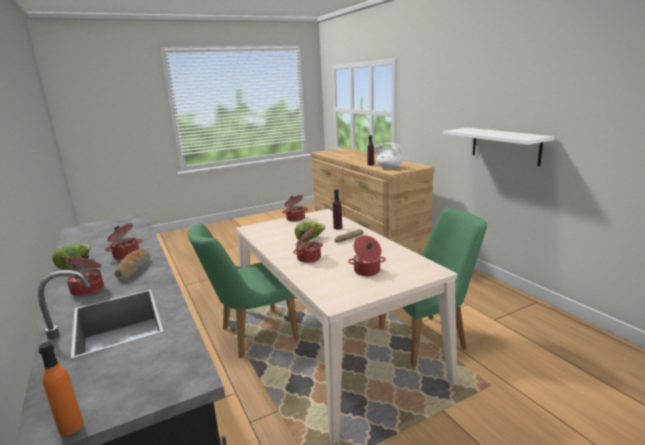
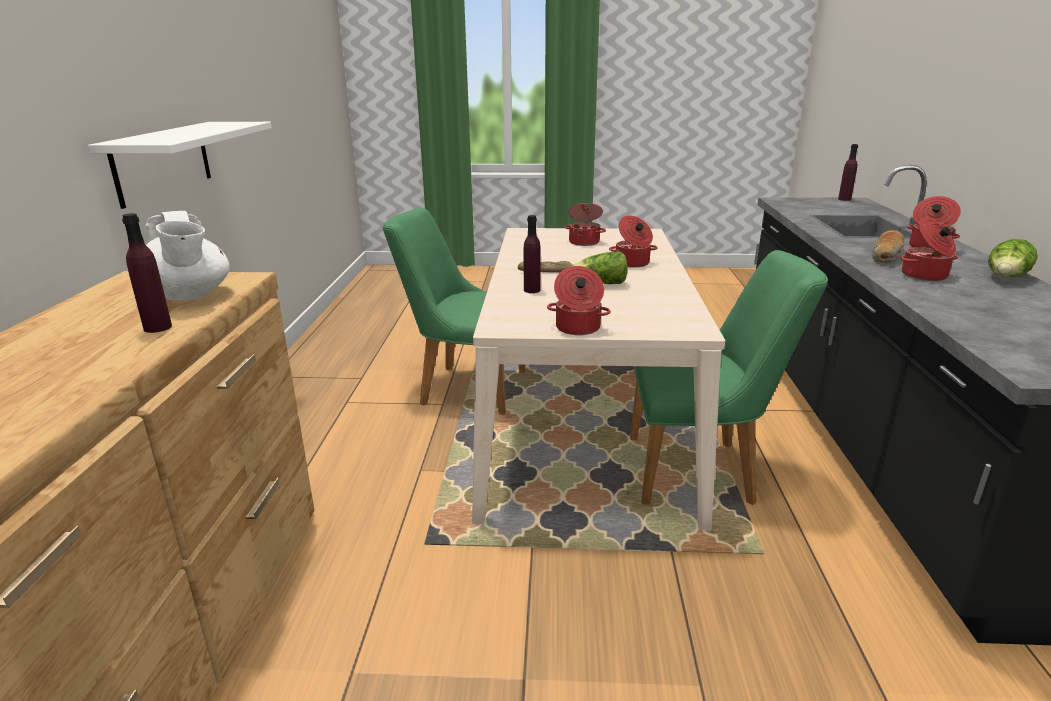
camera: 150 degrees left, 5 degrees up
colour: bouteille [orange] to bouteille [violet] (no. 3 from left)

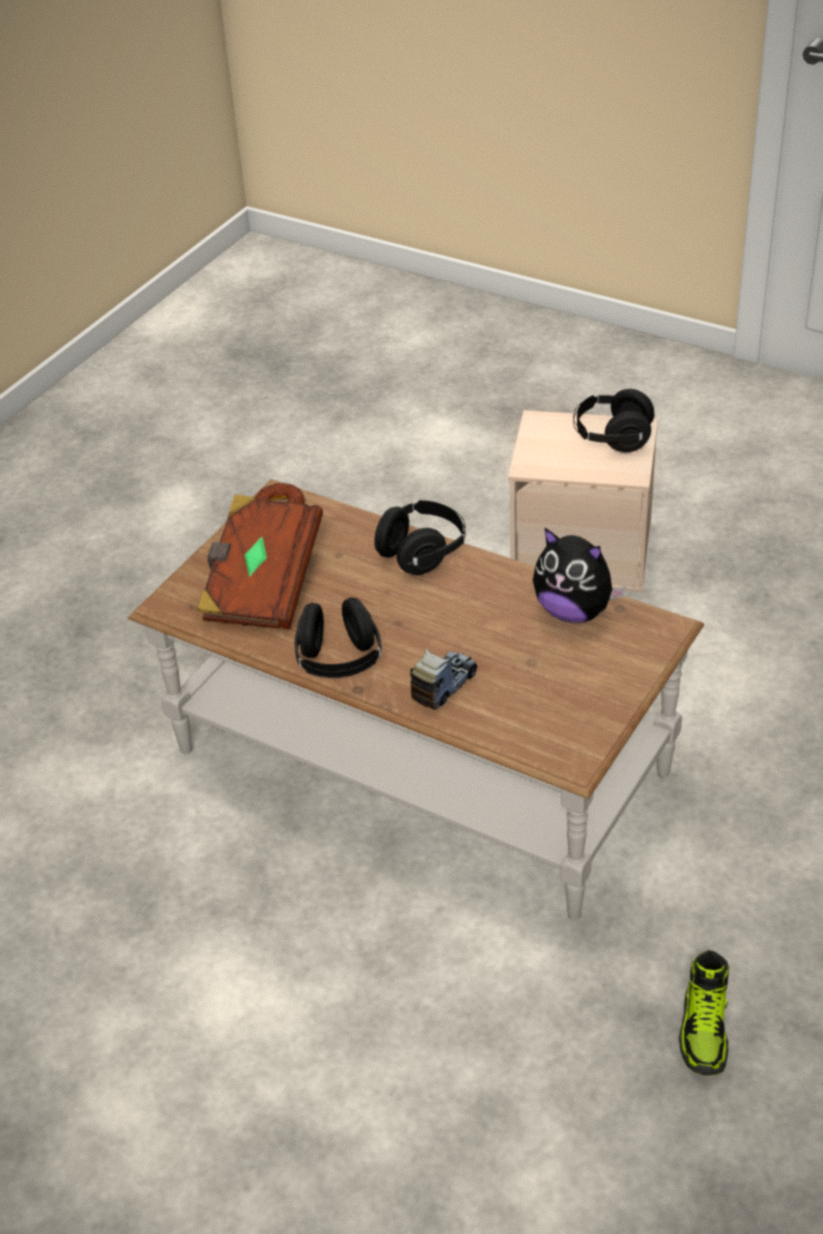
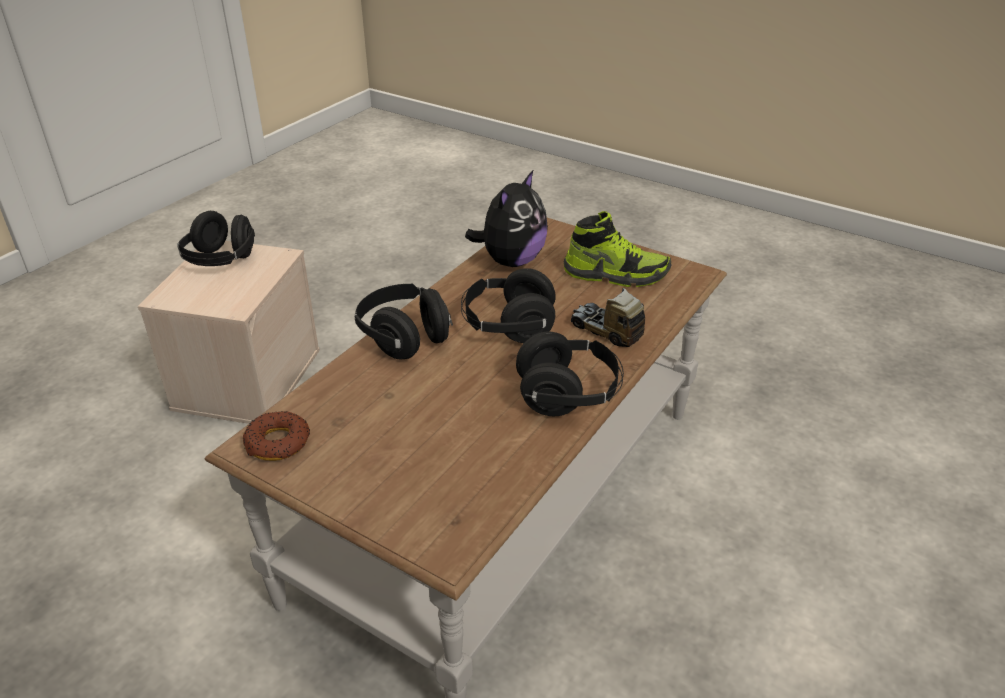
camera: 90 degrees left, 5 degrees down
missing: livre [marron]
appeared: casque audio [noir] (no. 3 from left)
relocated: chaussure

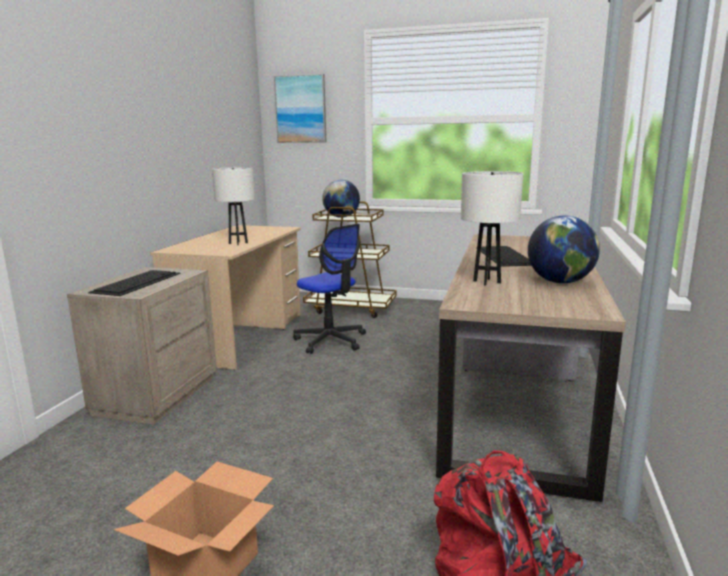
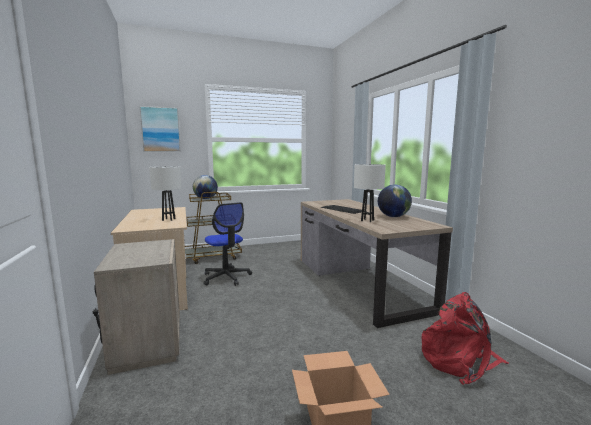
camera: 35 degrees left, 5 degrees down
missing: clavier (no. 1 from left)
spun: chaise de bureau 45 degrees clockwise

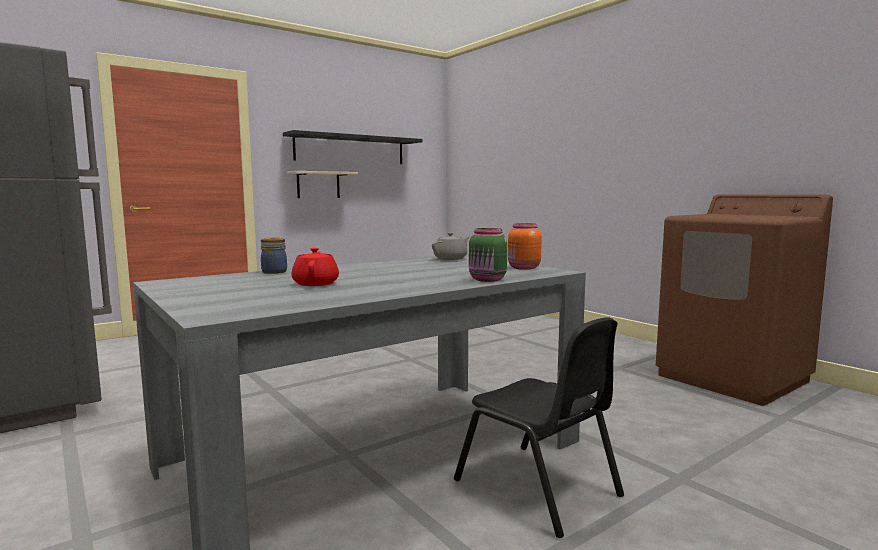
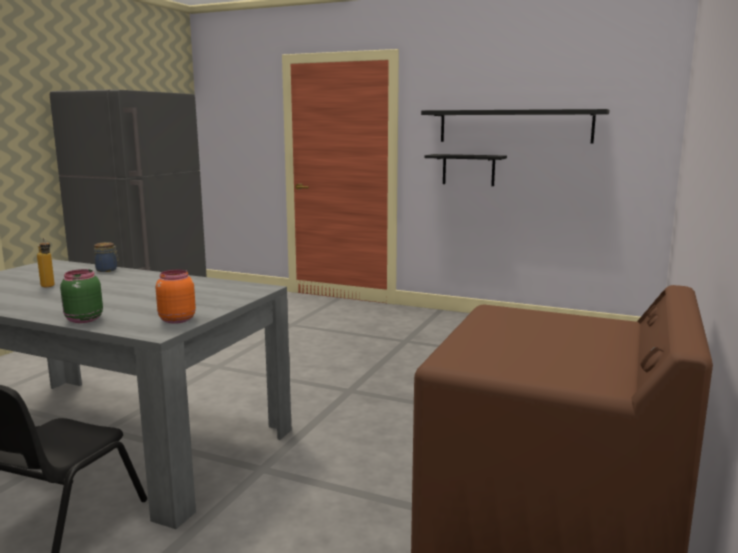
camera: 60 degrees right, 5 degrees up
missing: théière [gris]
exchanged: théière [rouge] to bouteille
colour: étagère [beige] to étagère [noir] (no. 1 from left)

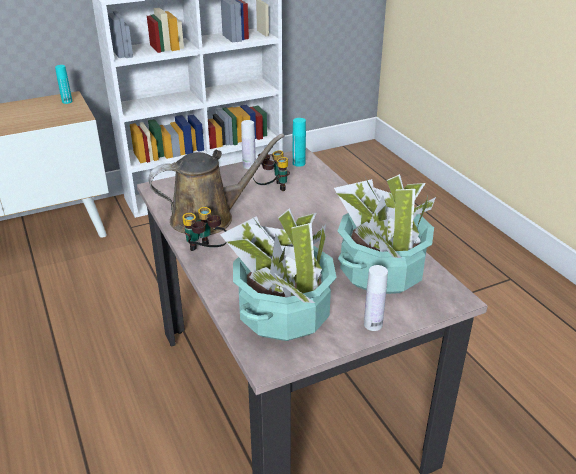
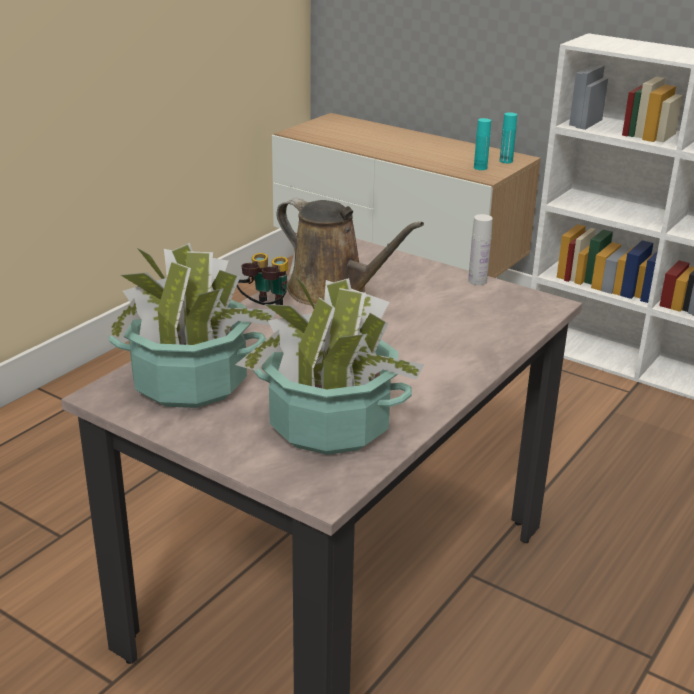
camera: 60 degrees right, 5 degrees down
missing: jumelles (no. 2 from left); bouteille [blanc] (no. 2 from left)
relocated: bouteille [turquoise] (no. 2 from left in the first image) to bouteille [turquoise] (no. 1 from left)

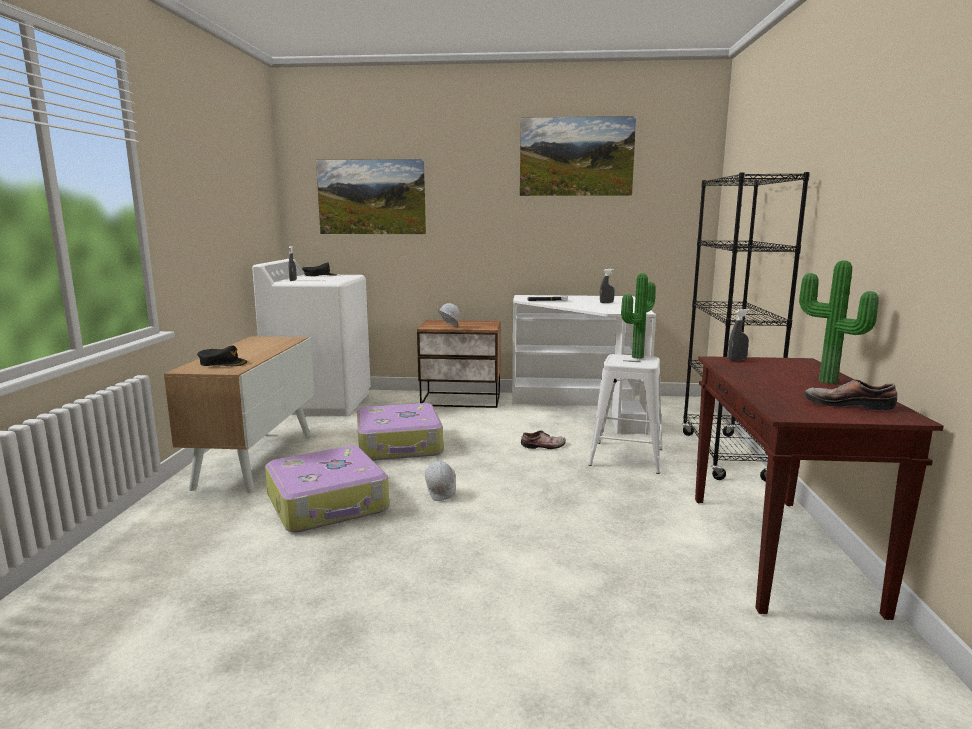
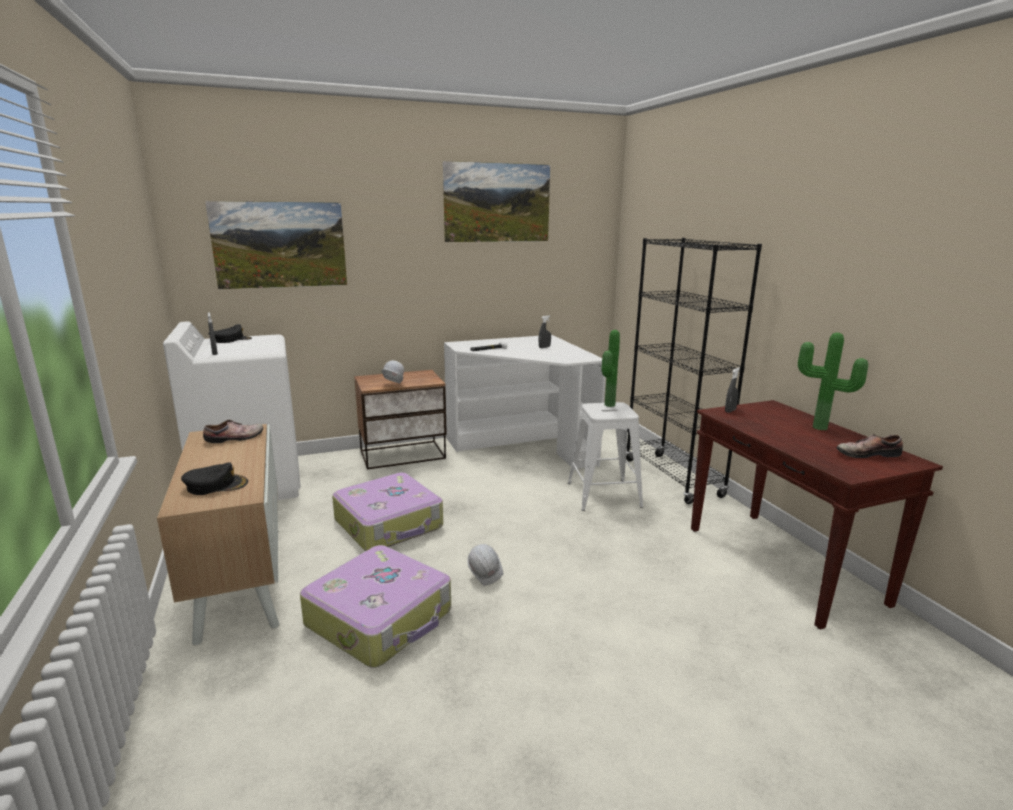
camera: 25 degrees left, 5 degrees up
relocated: chaussure (no. 1 from left)

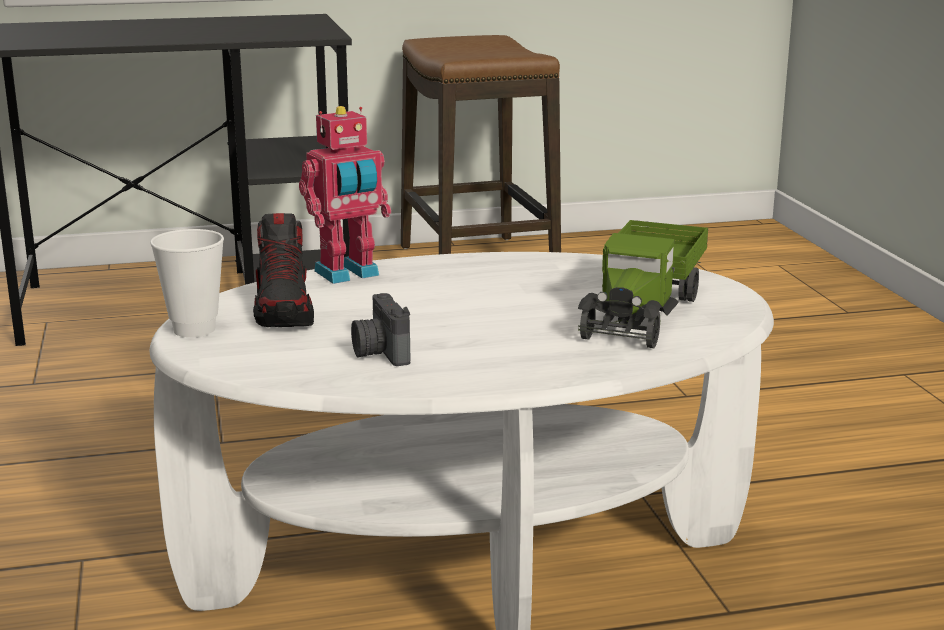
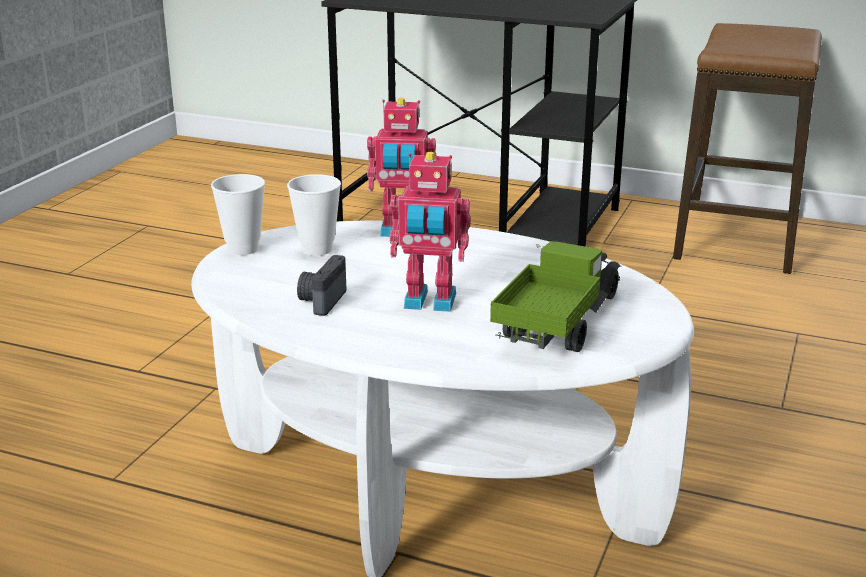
camera: 35 degrees right, 5 degrees up
appeared: robot jouet (no. 2 from left)
exchanged: chaussure to tasse (no. 2 from left)
spun: camion jouet 150 degrees clockwise

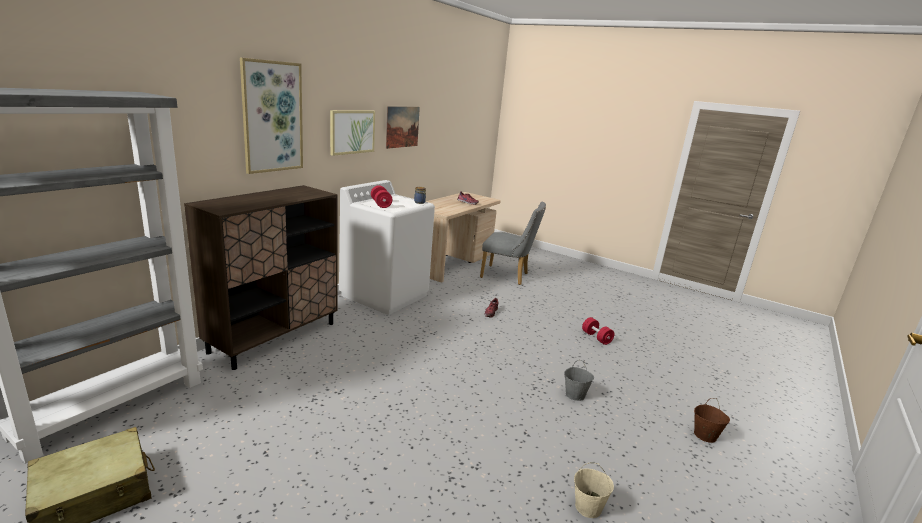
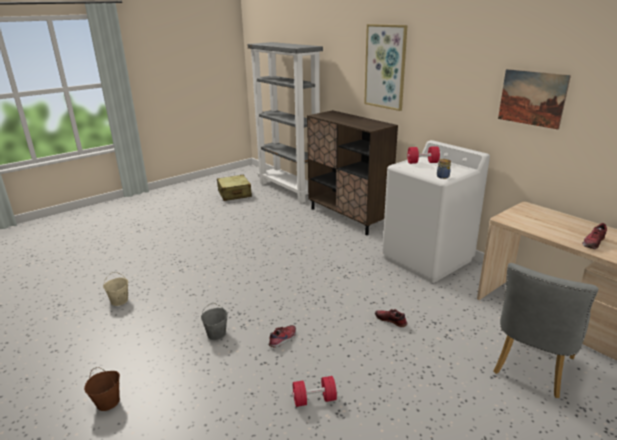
camera: 110 degrees right, 5 degrees up
missing: tableau (no. 2 from left)
appeared: chaussure (no. 1 from left)

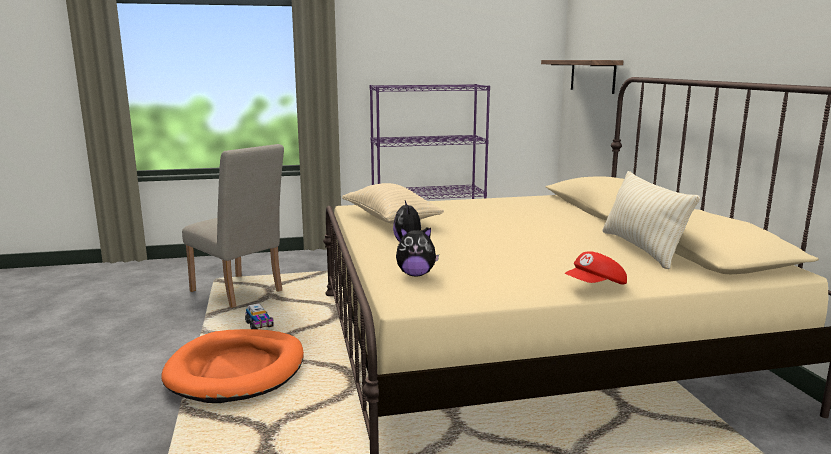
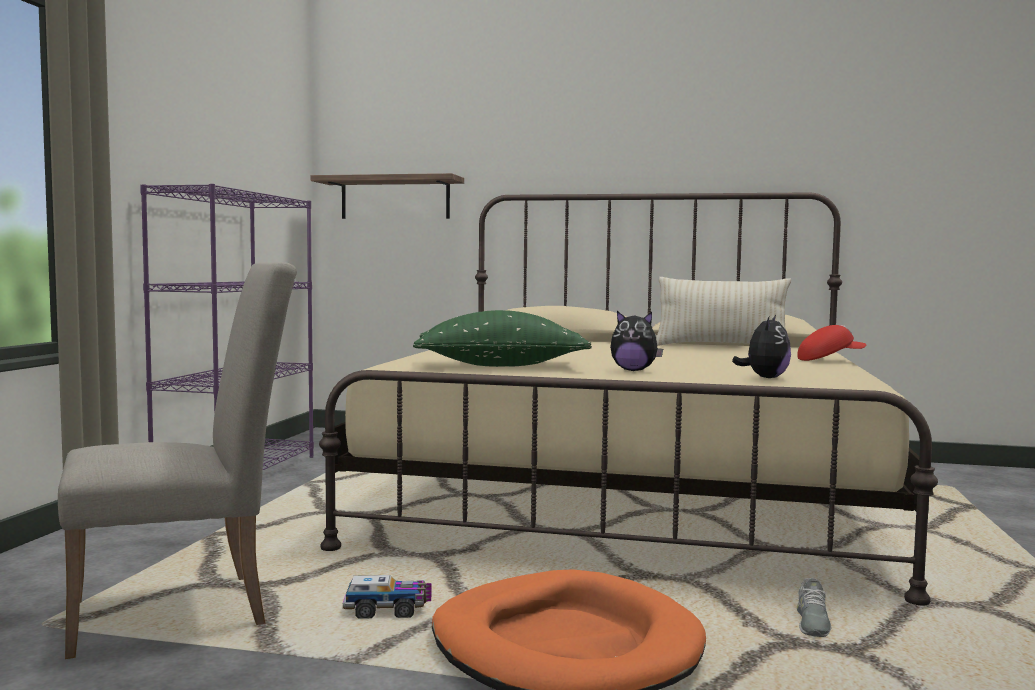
camera: 65 degrees left, 10 degrees down
appeared: chaussure [gris]
colour: coussin [beige] (no. 1 from left) to coussin [vert]
spun: casquette [rouge] 90 degrees counterclockwise

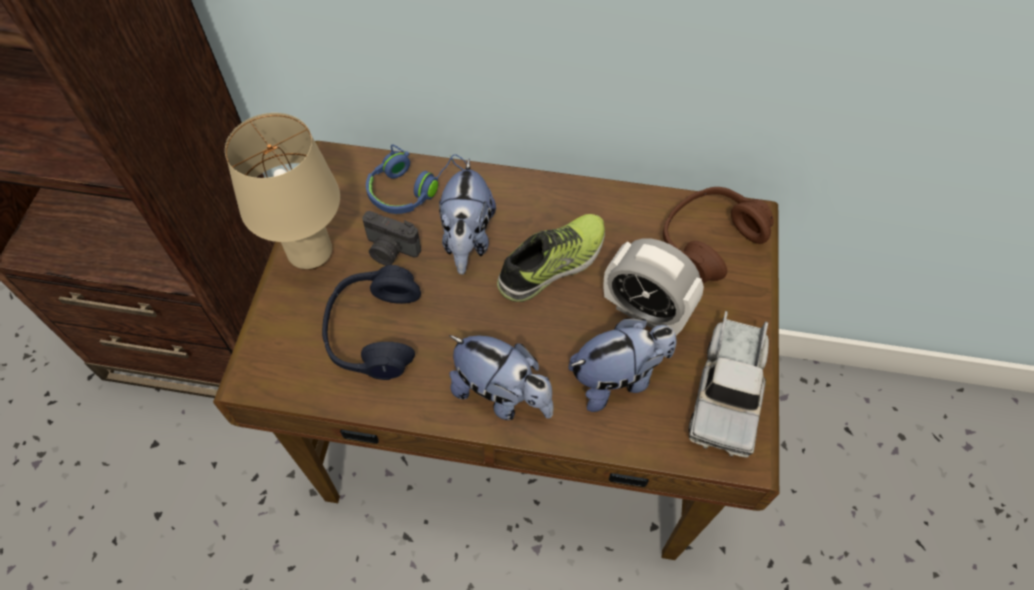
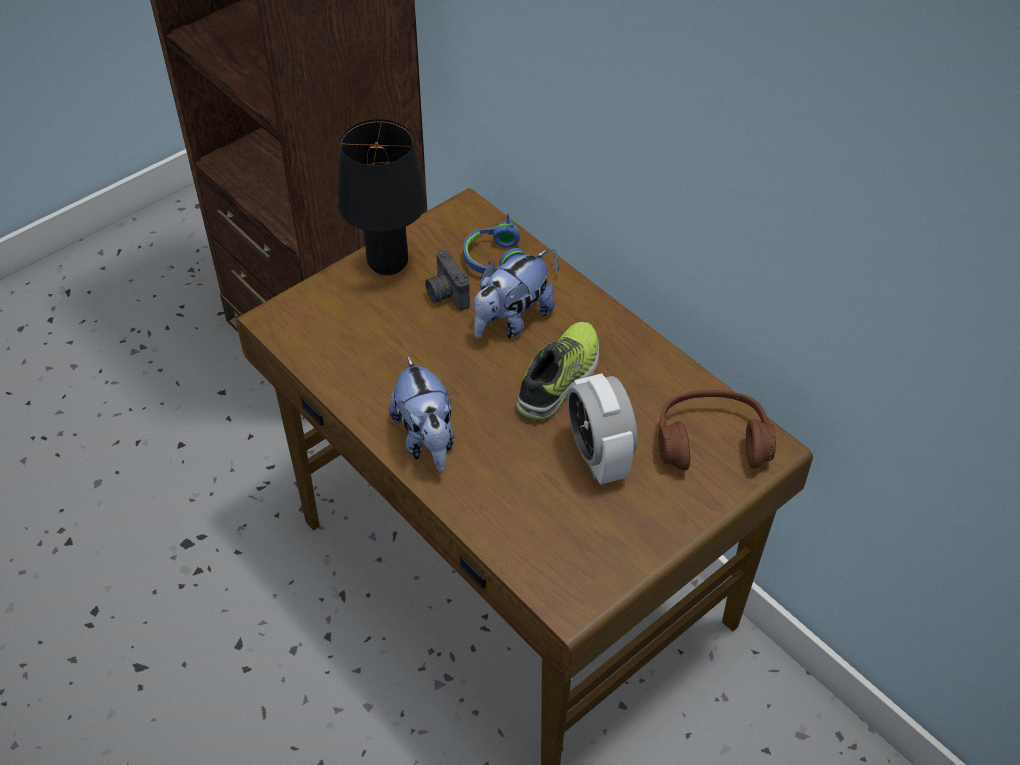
camera: 40 degrees right, 10 degrees down
missing: casque audio [bleu] (no. 1 from left); camion jouet; peluche (no. 3 from left)
colour: lampe de table [beige] to lampe de table [noir]
spun: chaussure 60 degrees counterclockwise

